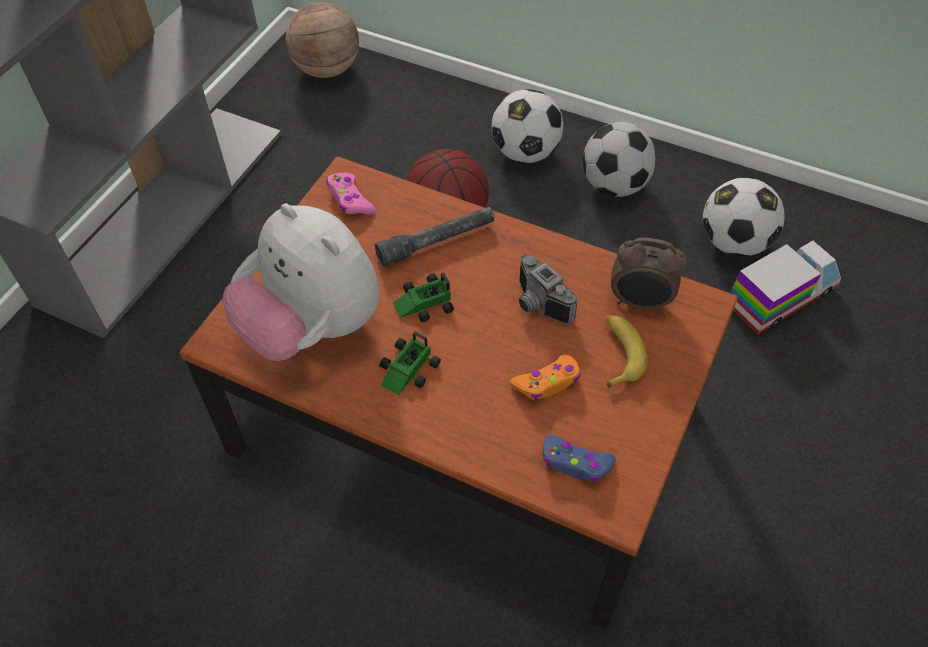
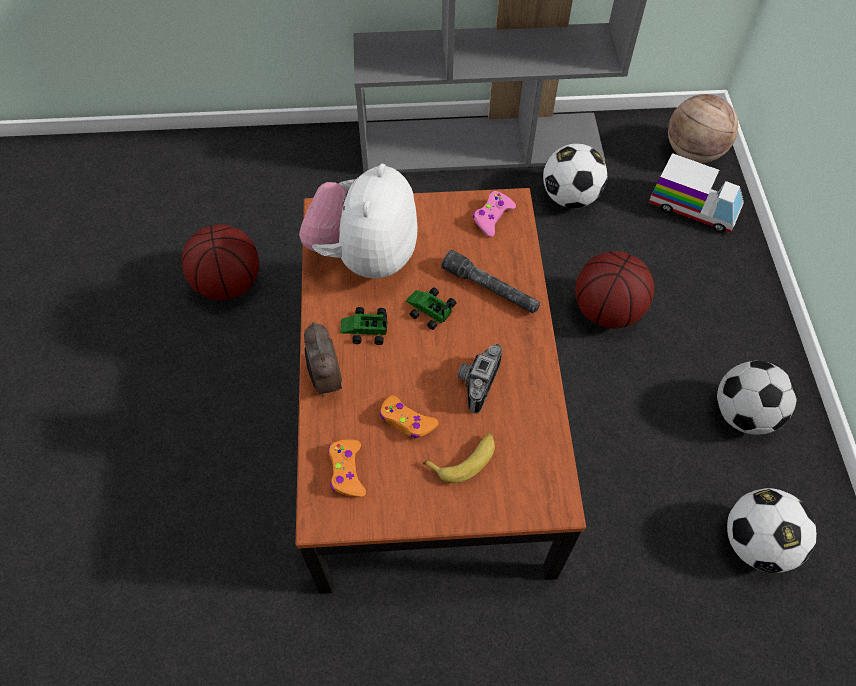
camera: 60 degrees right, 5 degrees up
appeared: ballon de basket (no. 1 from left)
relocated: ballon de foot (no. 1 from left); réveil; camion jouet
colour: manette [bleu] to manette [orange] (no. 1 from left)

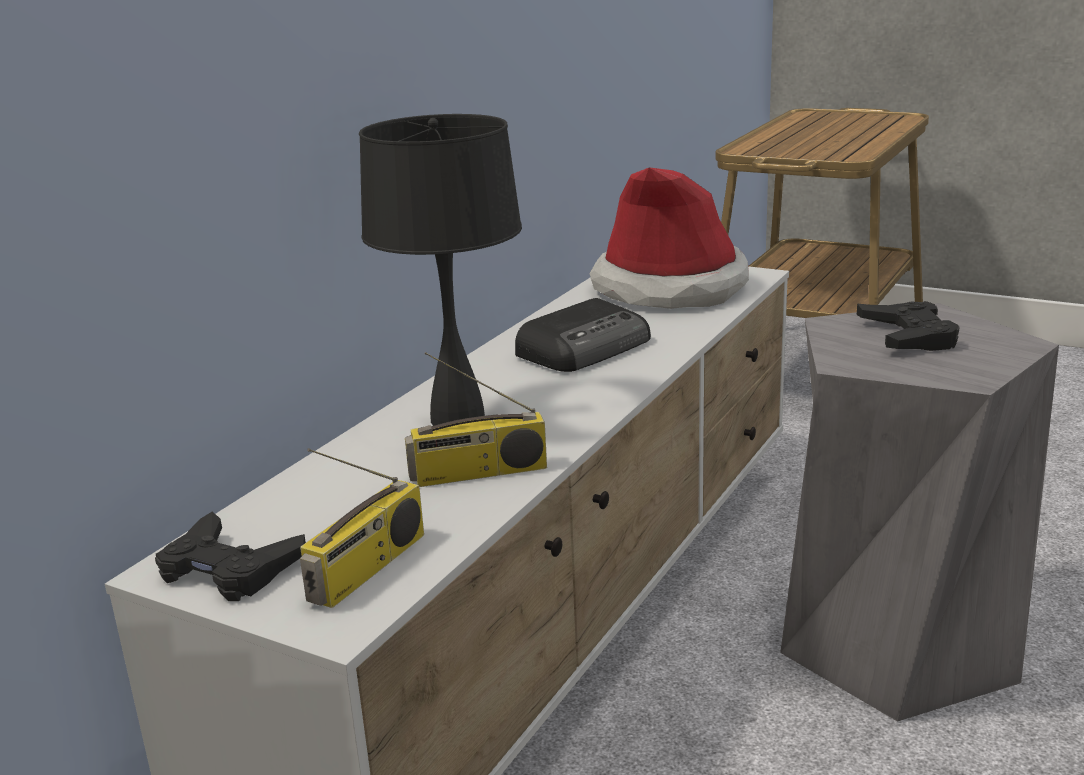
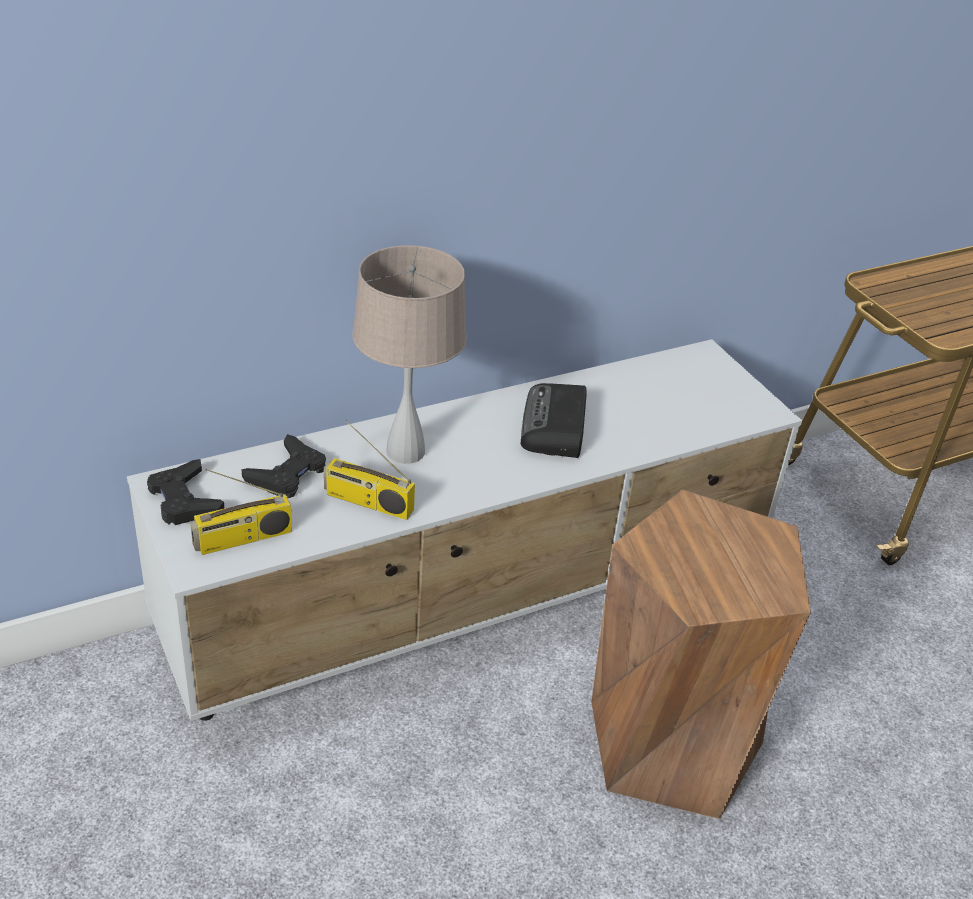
camera: 30 degrees right, 15 degrees up
missing: chapeau
relocated: manette [noir] (no. 2 from left)
colour: lampe de table [noir] to lampe de table [beige]; tabouret [gris] to tabouret [marron]
spun: radio (no. 3 from left) 105 degrees clockwise

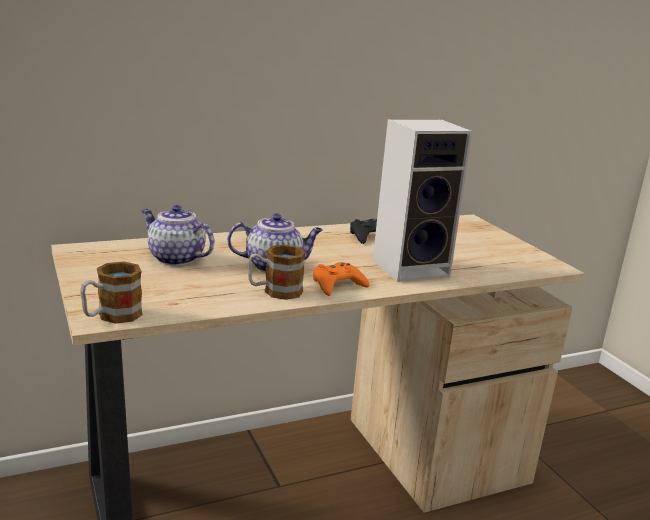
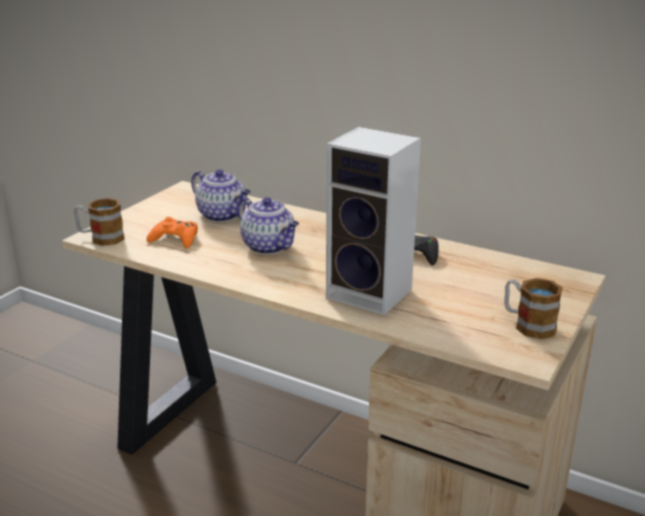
camera: 55 degrees right, 5 degrees up
relocated: mug (no. 2 from left); manette [orange]
spun: théière (no. 1 from left) 135 degrees clockwise

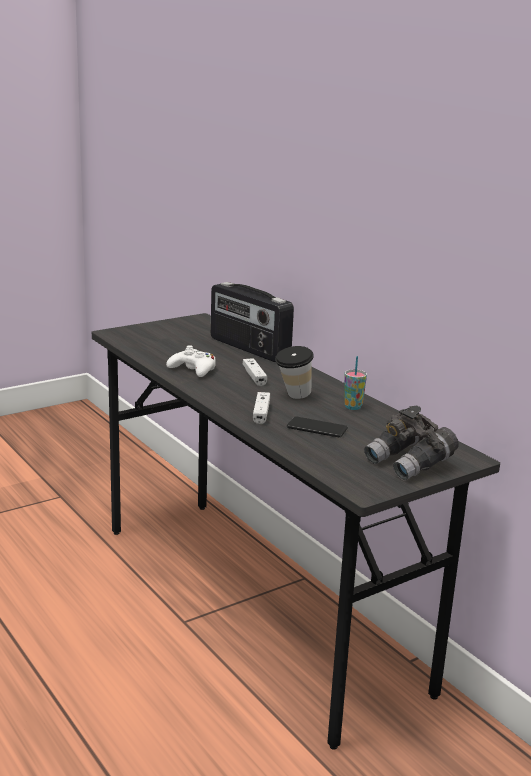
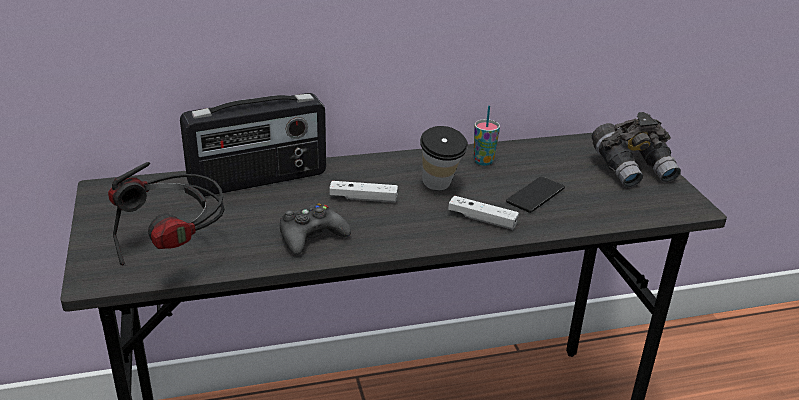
camera: 70 degrees left, 10 degrees up
appeared: casque audio
colour: manette [blanc] (no. 1 from left) to manette [noir]

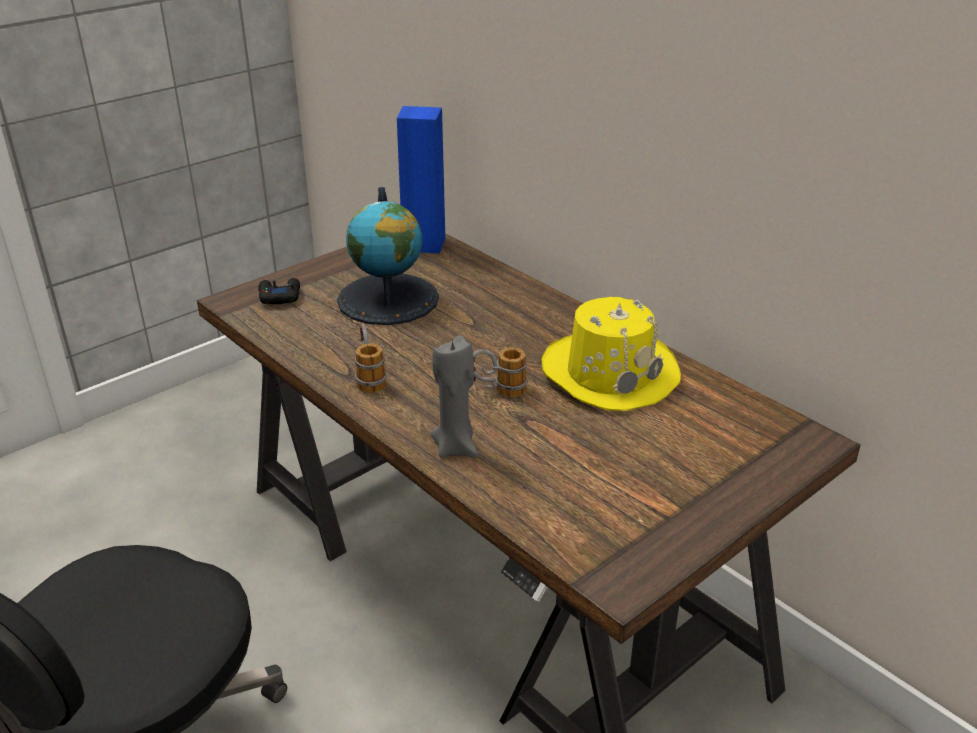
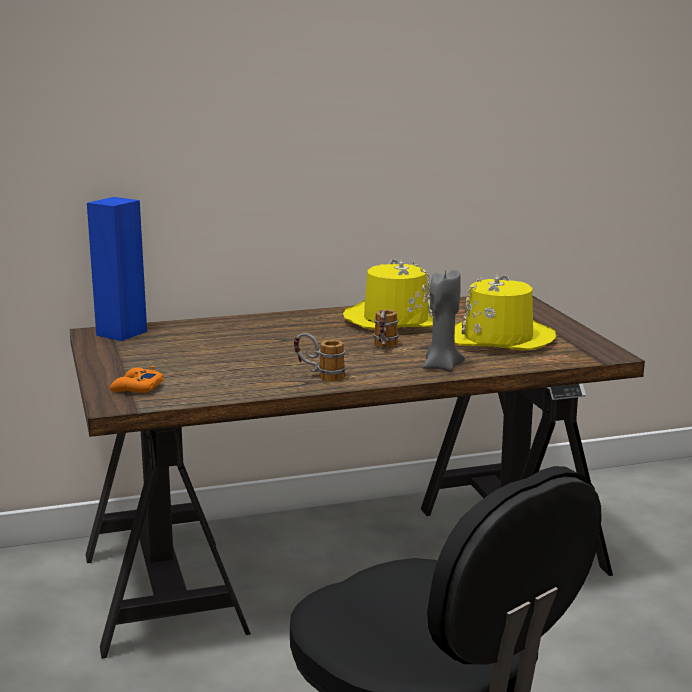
camera: 65 degrees left, 15 degrees down
missing: globe
appeared: chapeau [jaune] (no. 2 from left)
colour: manette [noir] to manette [orange]

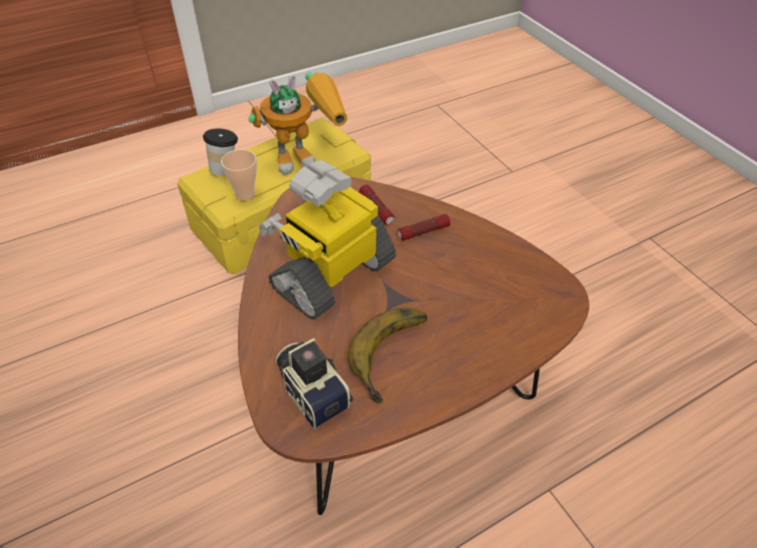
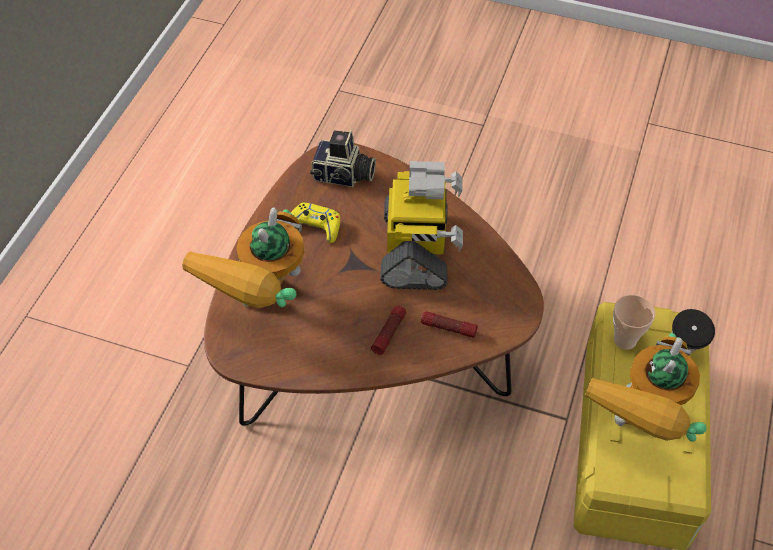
camera: 140 degrees right, 5 degrees up
appeared: robot jouet (no. 1 from left)
exchanged: banane to manette [jaune]

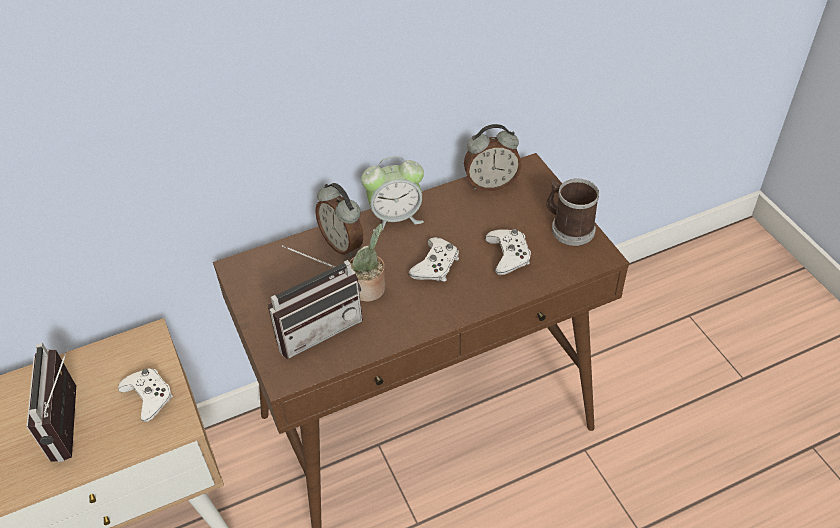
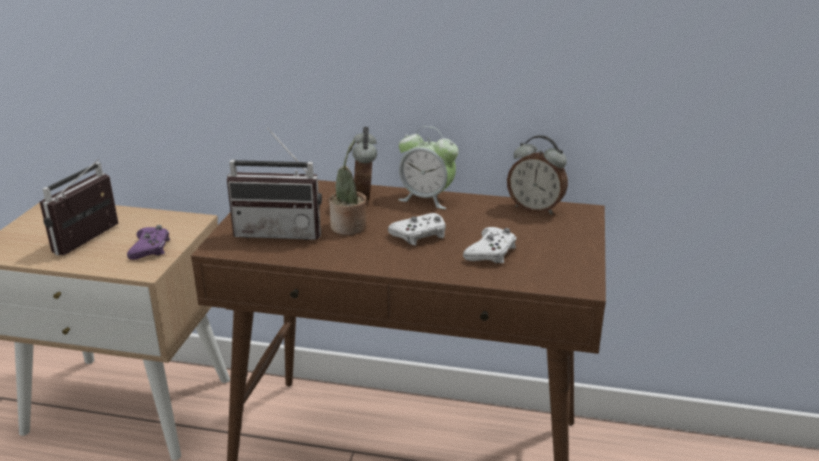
camera: 35 degrees right, 20 degrees down
missing: mug
colour: manette [blanc] (no. 1 from left) to manette [violet]

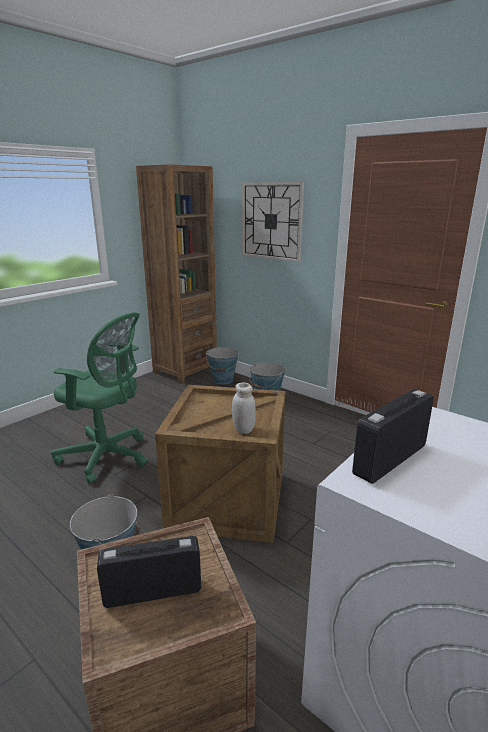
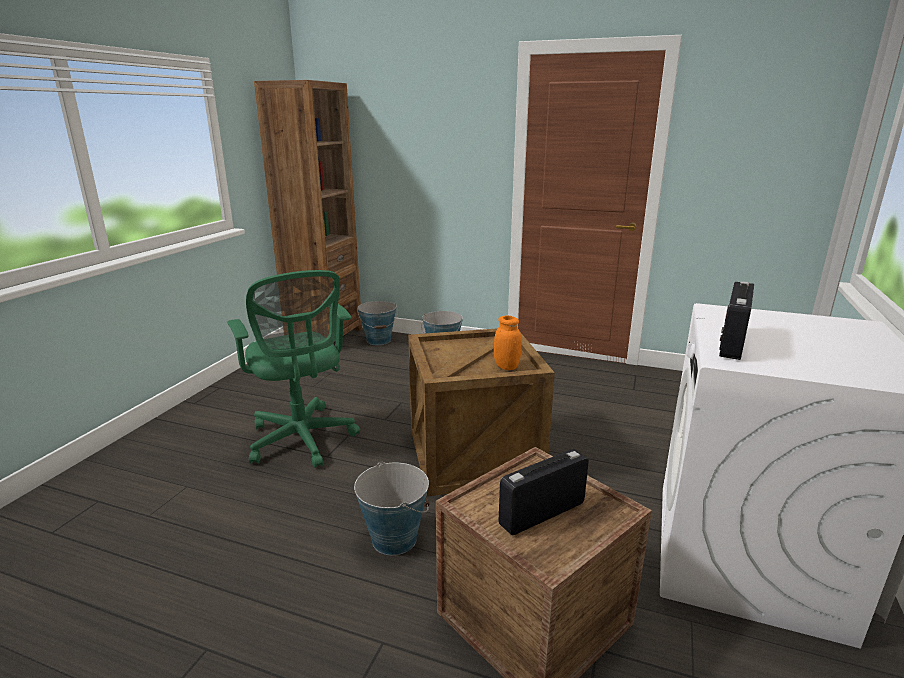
camera: 20 degrees left, 0 degrees up
missing: horloge murale
colour: bocal [blanc] to bocal [orange]
spun: chaise de bureau [vert] 60 degrees clockwise

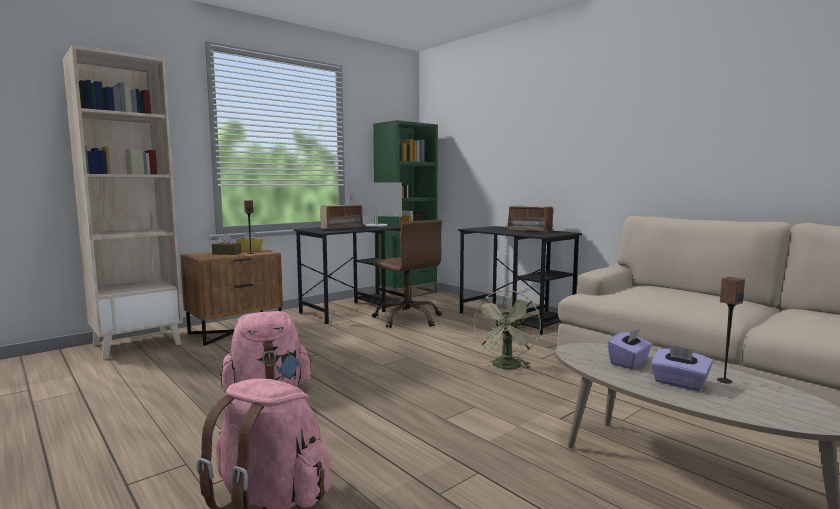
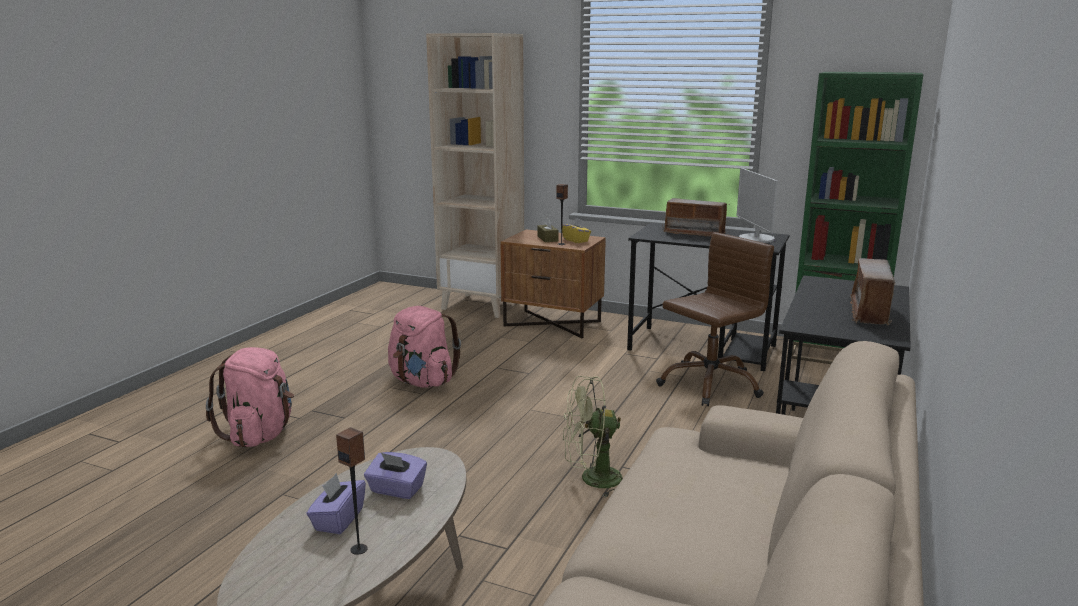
camera: 65 degrees right, 10 degrees up
spun: chaise de bureau [marron] 150 degrees counterclockwise

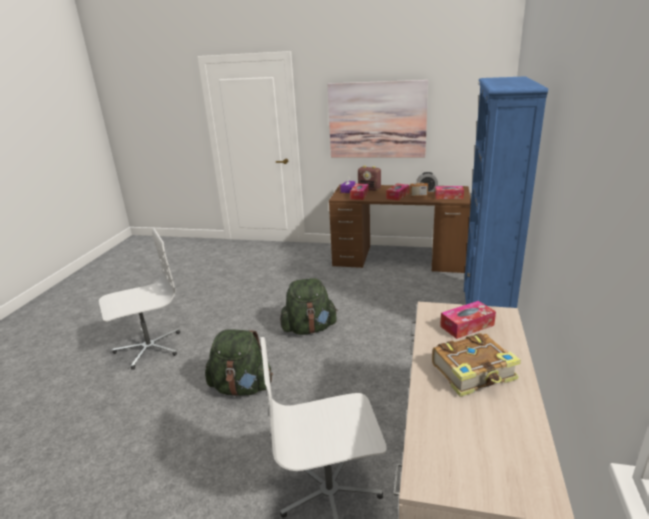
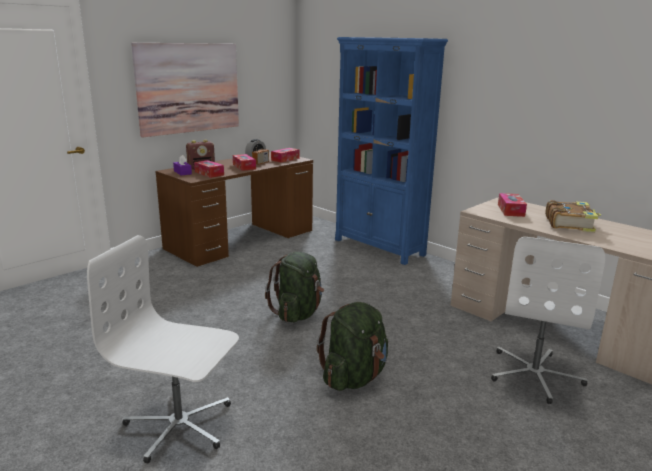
camera: 60 degrees left, 5 degrees down
spun: chaise de bureau [blanc] (no. 1 from left) 75 degrees counterclockwise

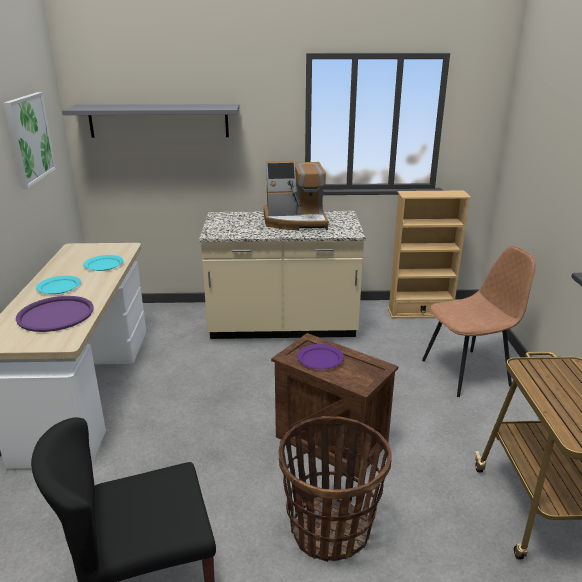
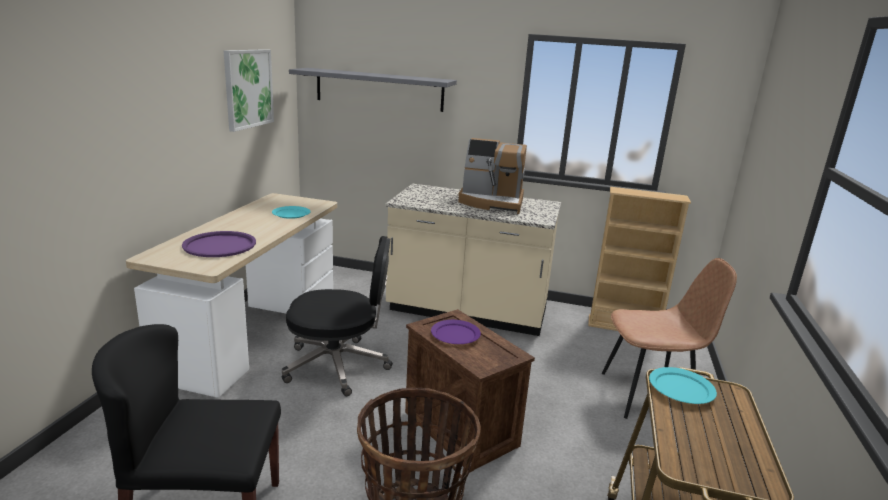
camera: 15 degrees right, 5 degrees down
appeared: chaise de bureau [noir]
relocated: assiette [turquoise] (no. 1 from left in the first image) to assiette [turquoise] (no. 2 from left)

